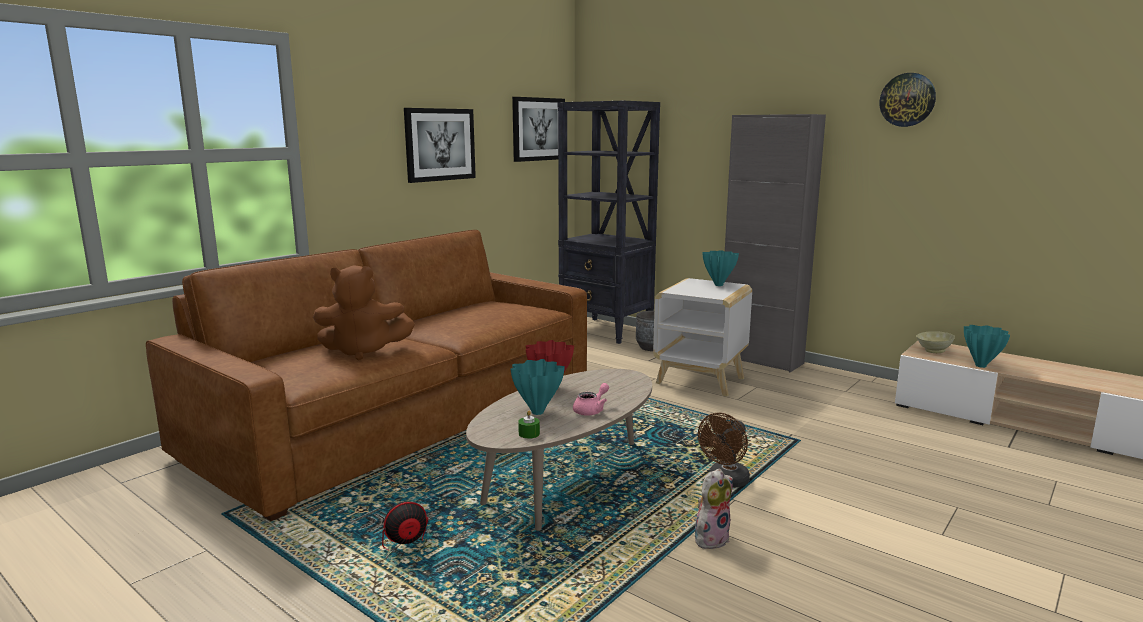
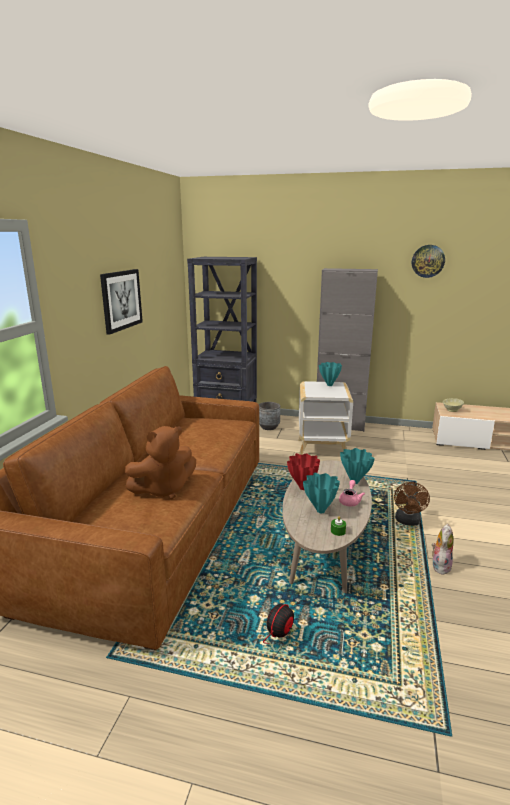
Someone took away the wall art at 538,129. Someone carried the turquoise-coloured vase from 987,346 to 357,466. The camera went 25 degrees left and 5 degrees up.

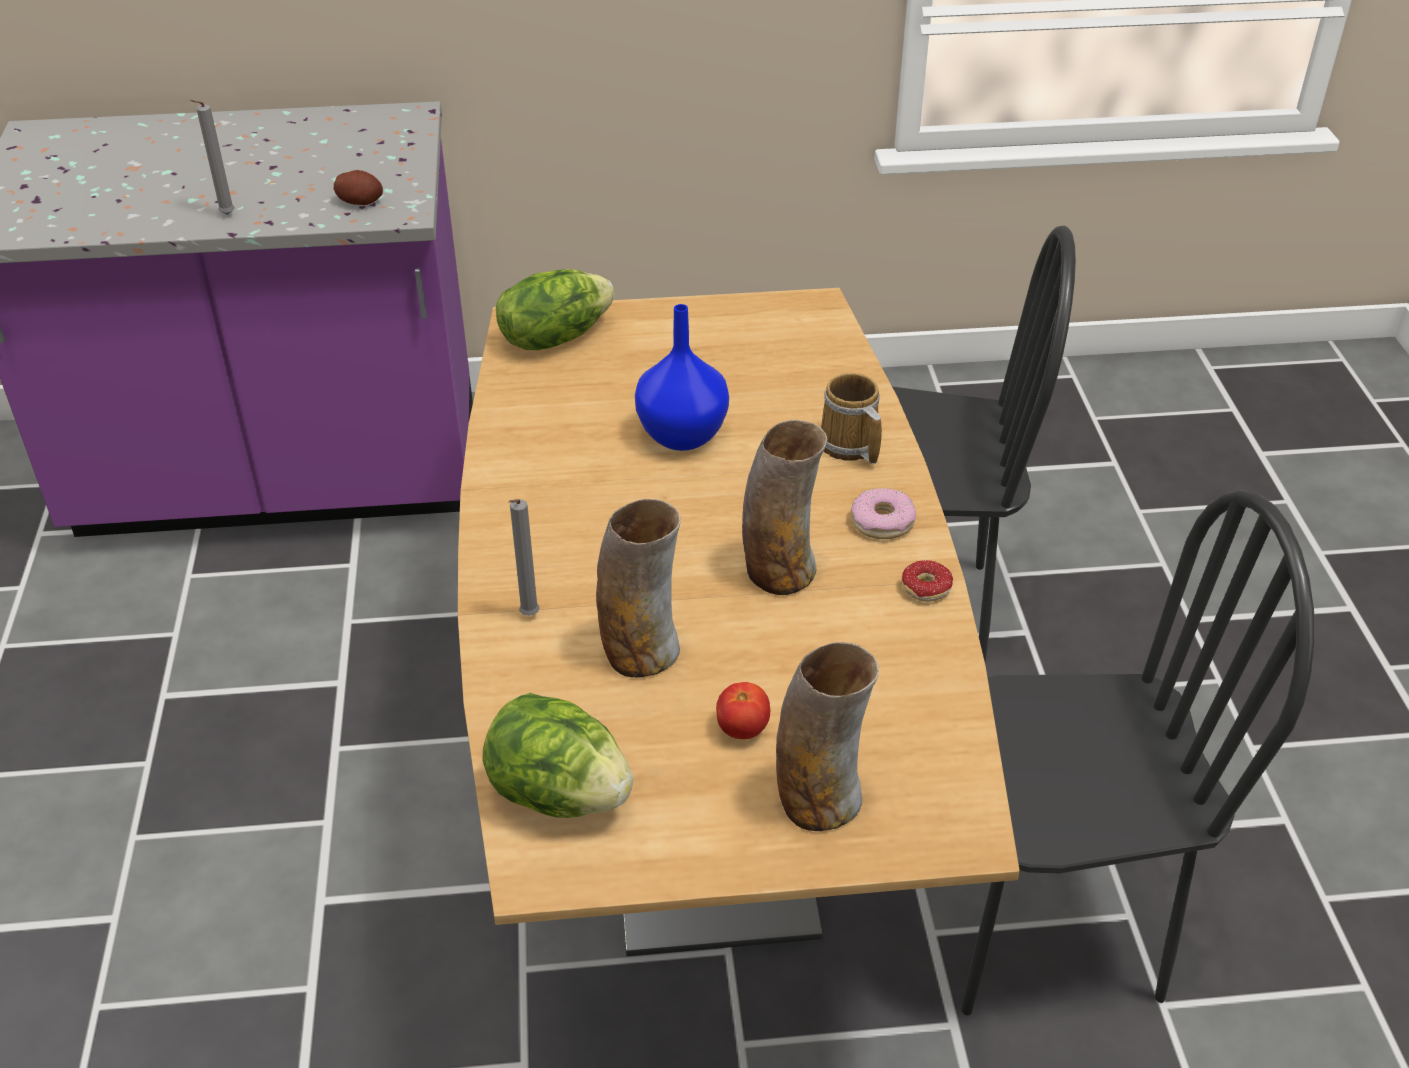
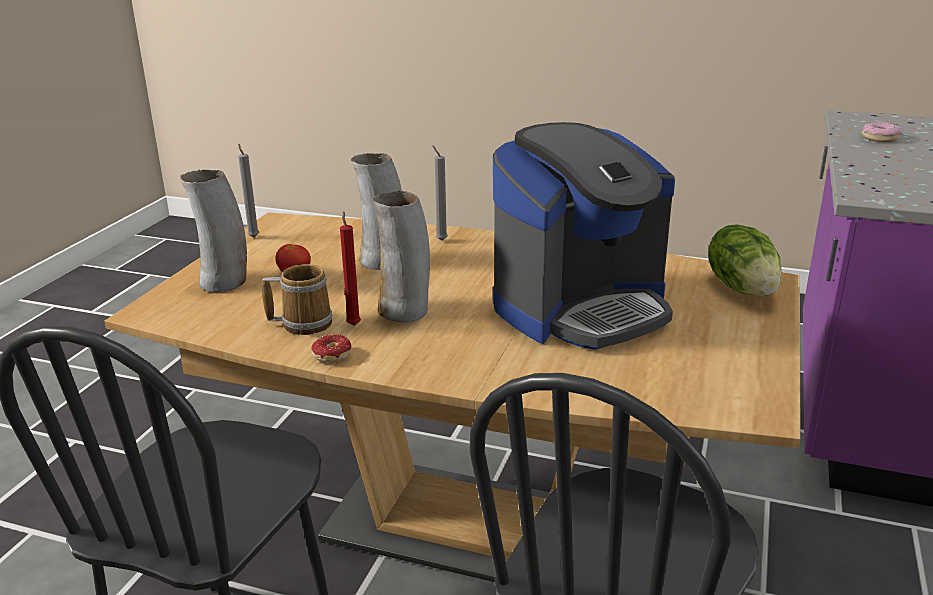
Someone took away the spud at 358,187. Someone took away the lettuce at 557,755. Someone put down the red wax candle at 350,268. Someone carried the greyish wax candle from 212,157 to 248,190. Someone carried the tea mug from 851,418 to 297,299. Someone carried the ring doughnut from 883,513 to 882,132. Someone swapped the blue vase at 682,377 for the coffee machine at 584,236. The camera went 115 degrees right and 15 degrees down.

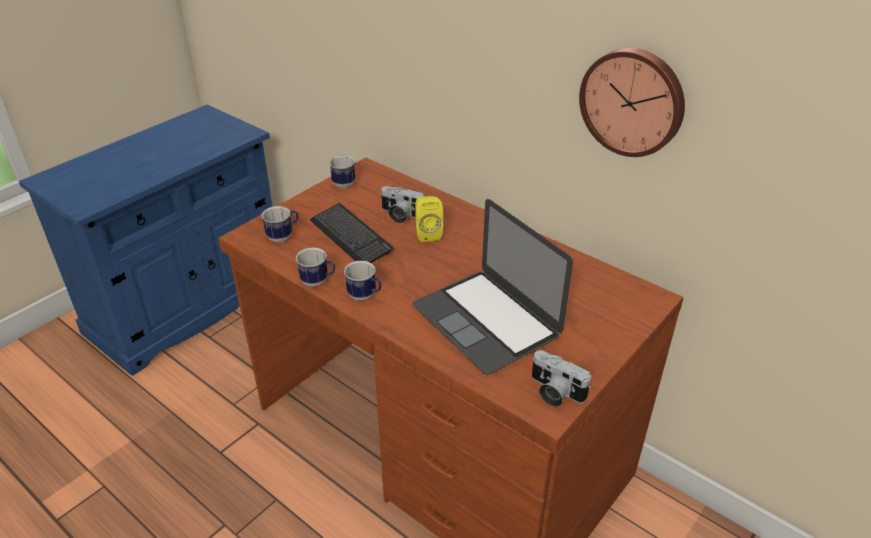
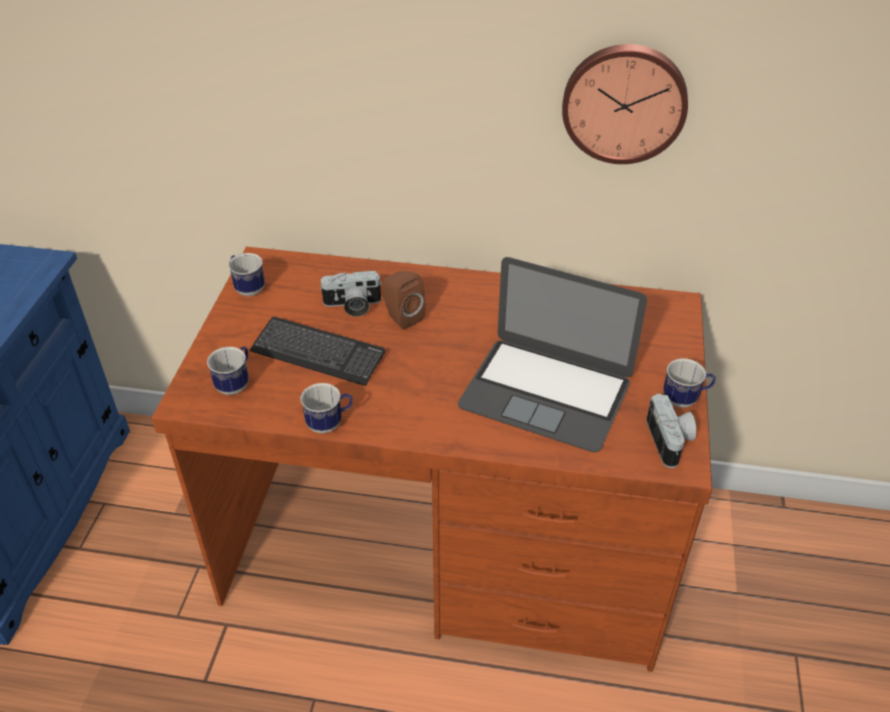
Someone carried the tea mug from 362,281 to 689,383. Someone repainted the yellow audio speaker at 429,219, which became the brown audio speaker at 404,300. Someone rotated the still camera at 561,378 by 105 degrees counterclockwise. The camera went 30 degrees left and 5 degrees up.

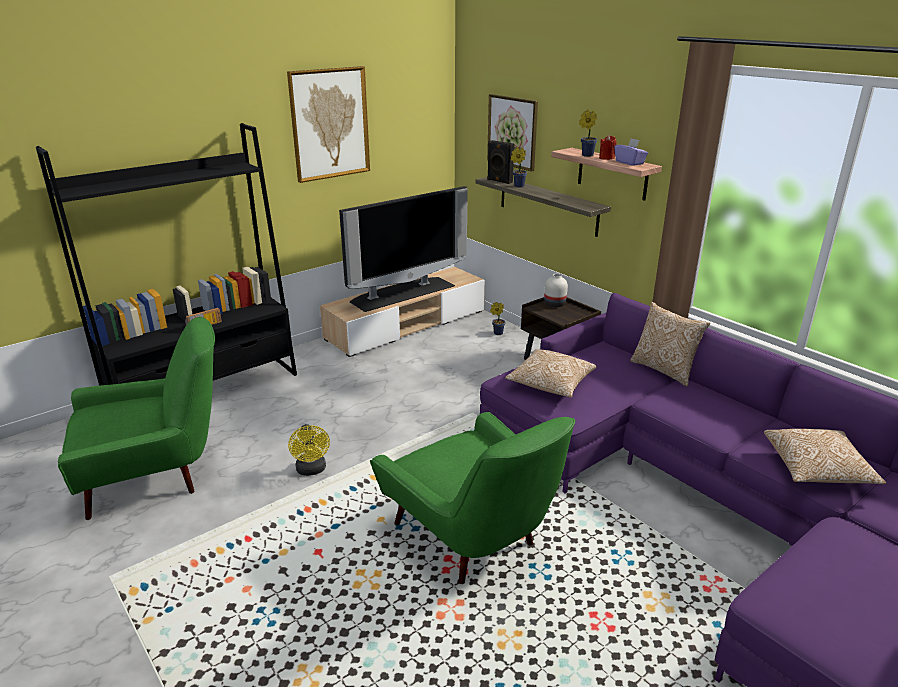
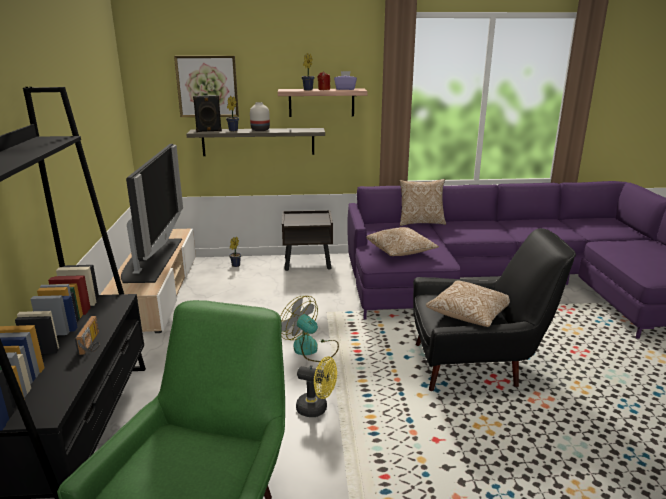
Someone took away the wall art at 328,124. Someone put down the fan at 309,329. Someone carried the whitish vase from 556,290 to 260,116. Someone carried the cushion from 825,456 to 468,304. Someone repainted the greenish armchair at 472,498, which became the black-coloured armchair at 494,309. The camera went 55 degrees left and 5 degrees down.

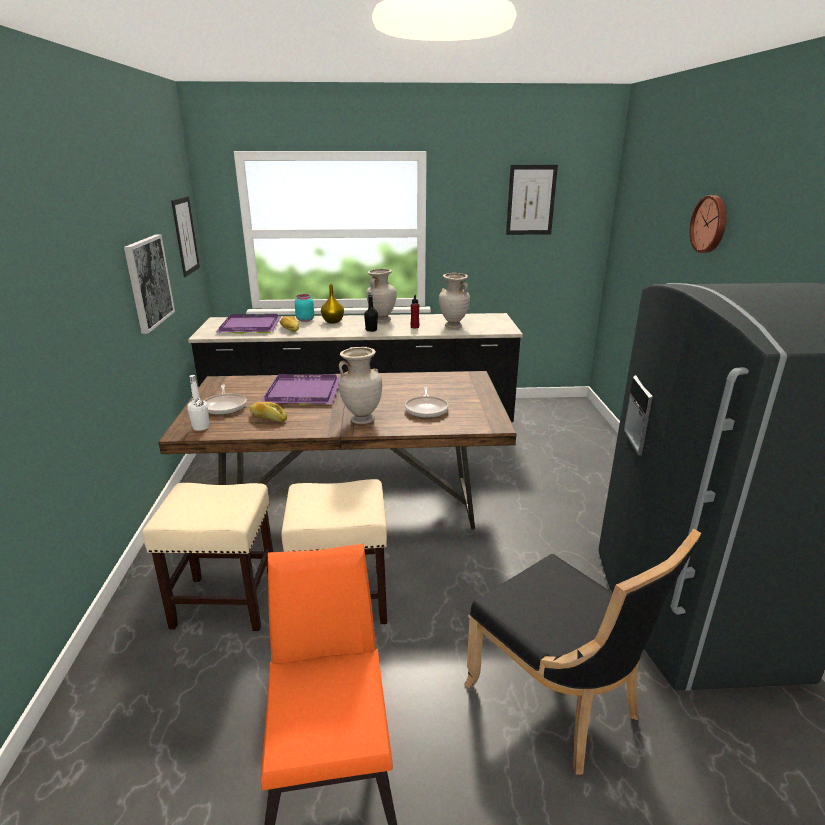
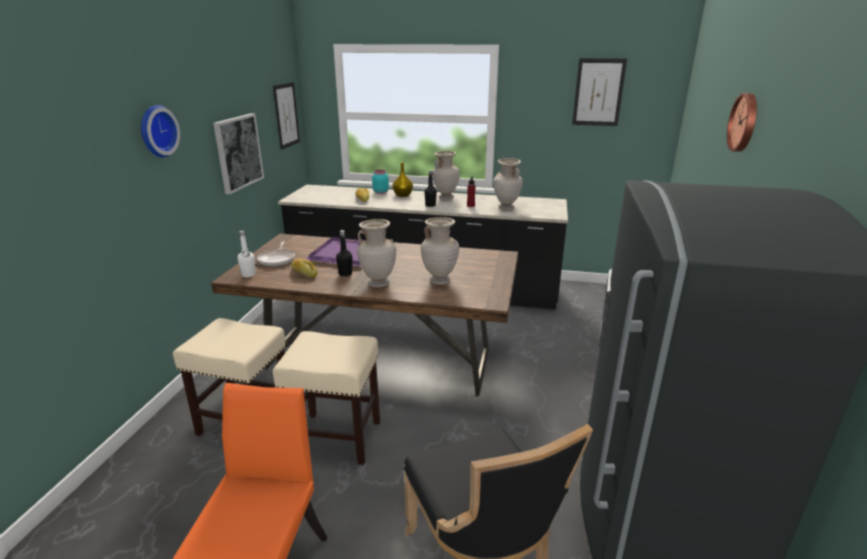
Someone took away the purple tray at 248,324. Someone put up the clock on the wall at 160,131. Someone put down the black-coloured bottle at 344,253. Someone swapped the skillet at 427,402 for the sand-coloured vase at 440,251. The camera went 15 degrees right and 0 degrees up.

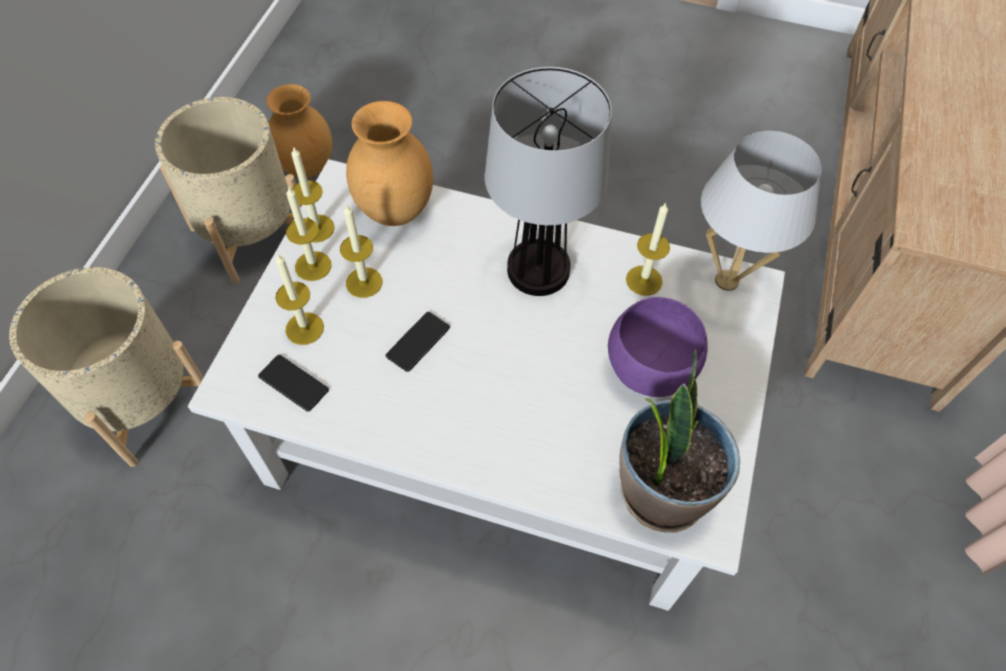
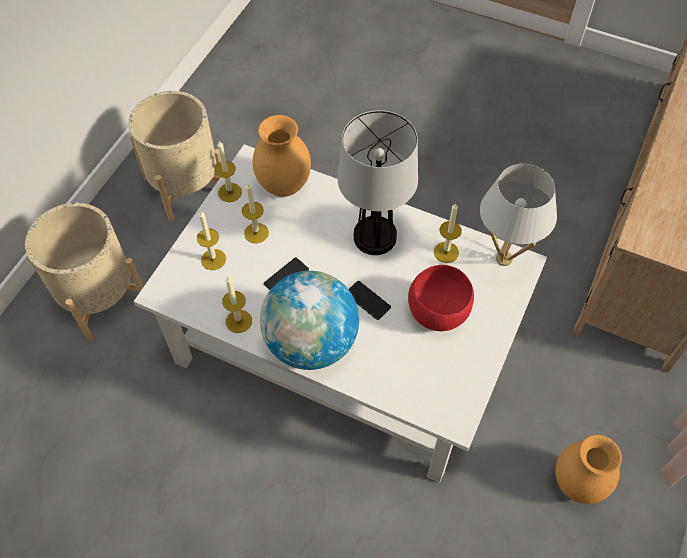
Someone took away the houseplant at 679,441. Someone put down the globe at 309,320. Someone carried the telephone from 293,383 to 369,300. Someone carried the brown vase from 299,131 to 588,469. Someone carried the wax candle from 309,233 to 237,305. Someone repainted the purple deep dish at 658,347, which became the red deep dish at 441,298. The camera went 10 degrees right and 0 degrees up.

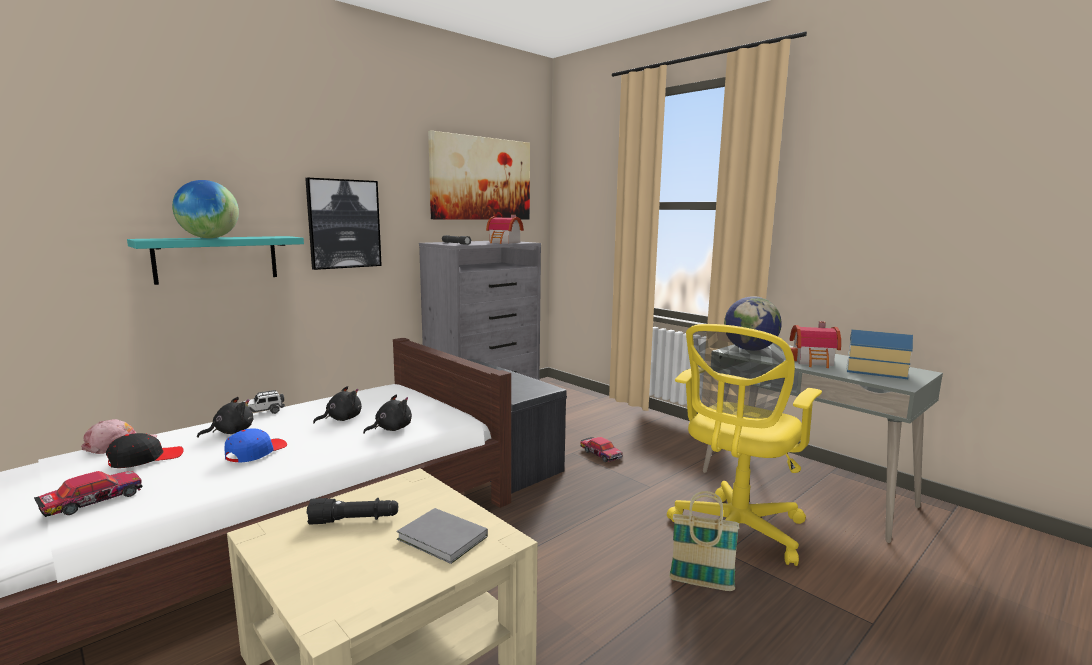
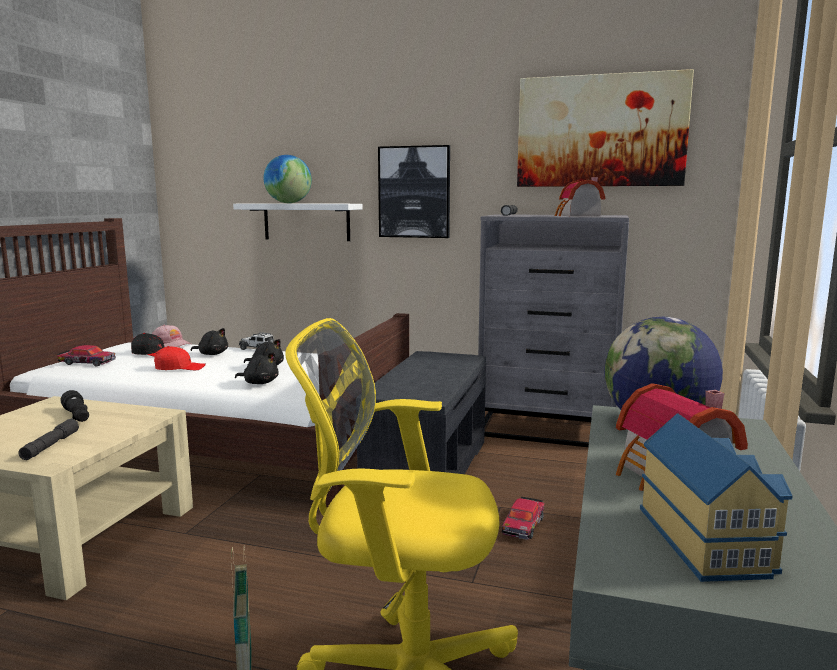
Someone swapped the greyish volume at 442,536 for the greyish torch at 48,439. Someone repainted the turquoise-coloured shelf at 215,260, which became the whitish shelf at 298,222. Someone repainted the blue baseball cap at 256,446, which became the red baseball cap at 180,358. The camera went 60 degrees right and 0 degrees up.

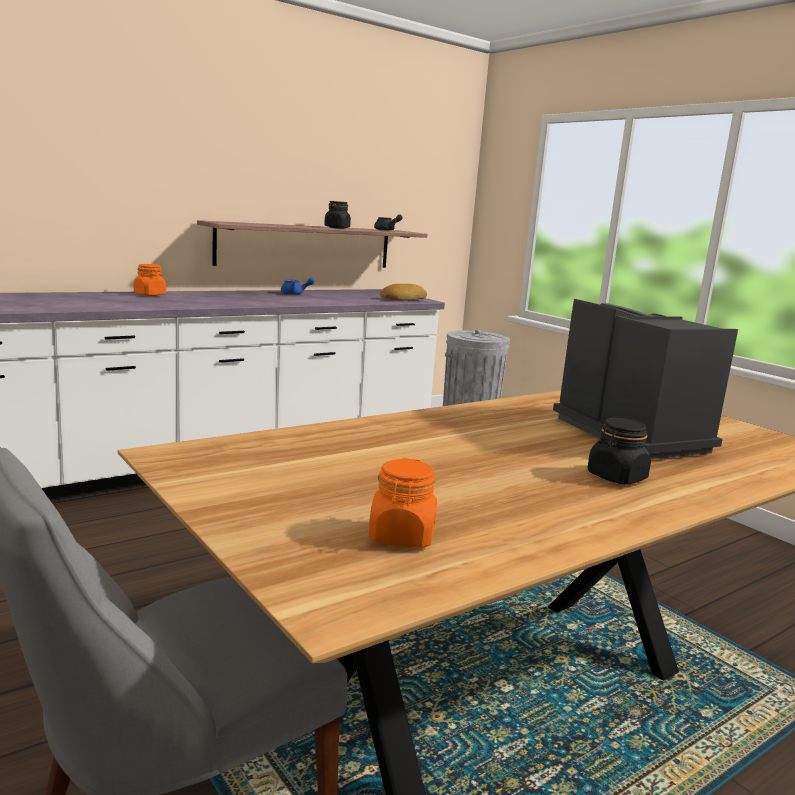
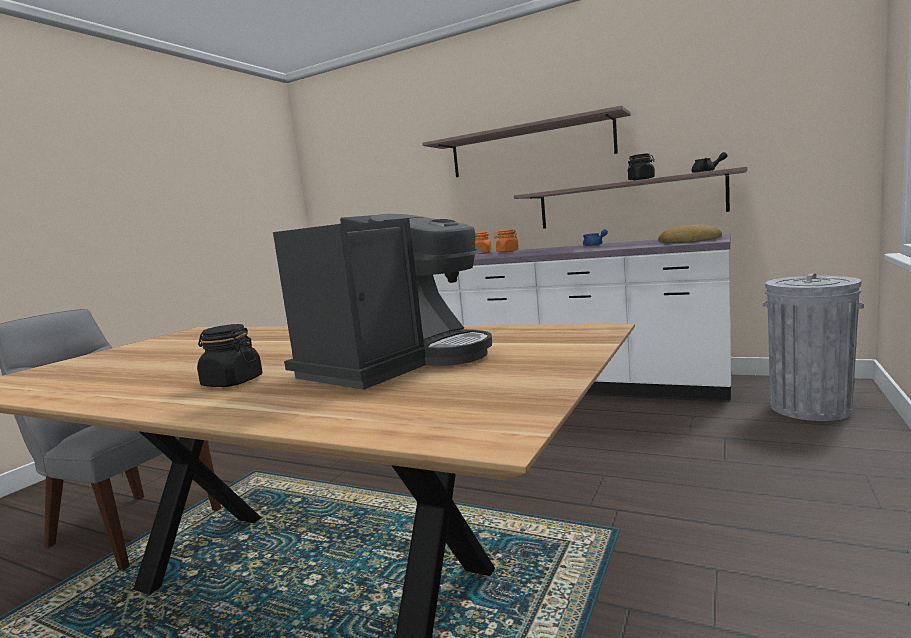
Someone put up the shelf at 526,141. Someone carried the orange-coloured preserve jar from 403,503 to 506,241. The camera went 65 degrees right and 5 degrees down.

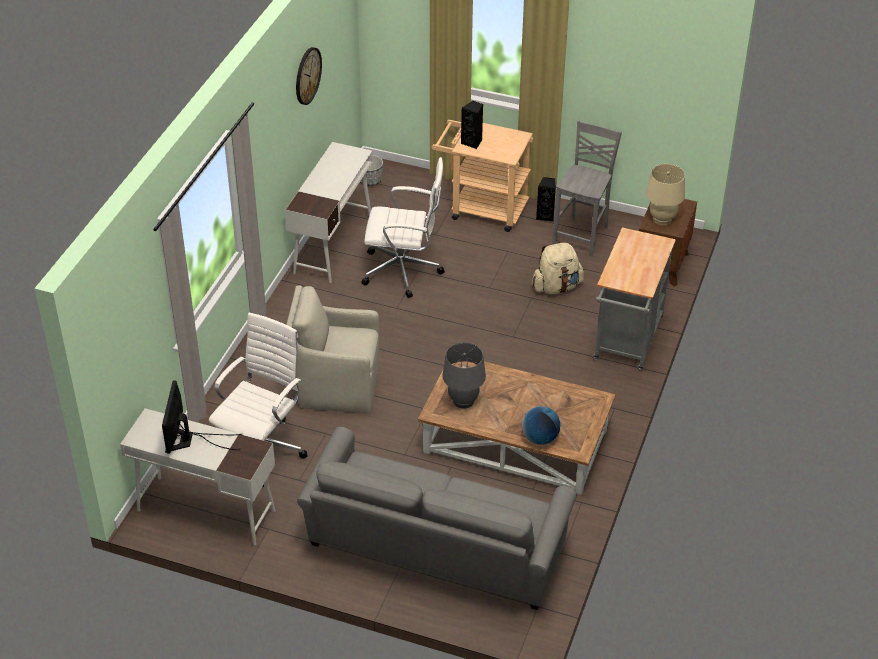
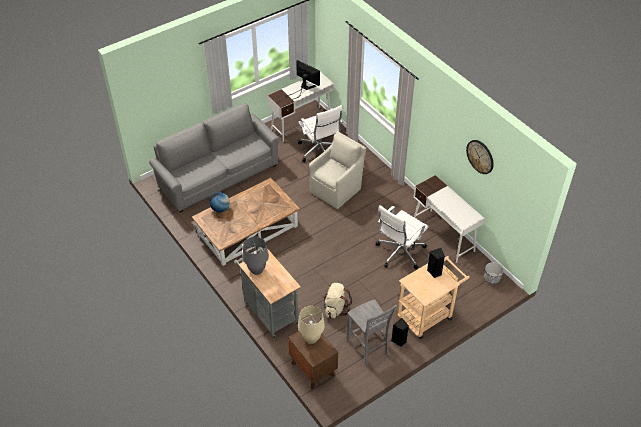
Someone carried the greyish tabletop lamp from 464,375 to 256,256. The camera went 125 degrees right and 5 degrees up.

